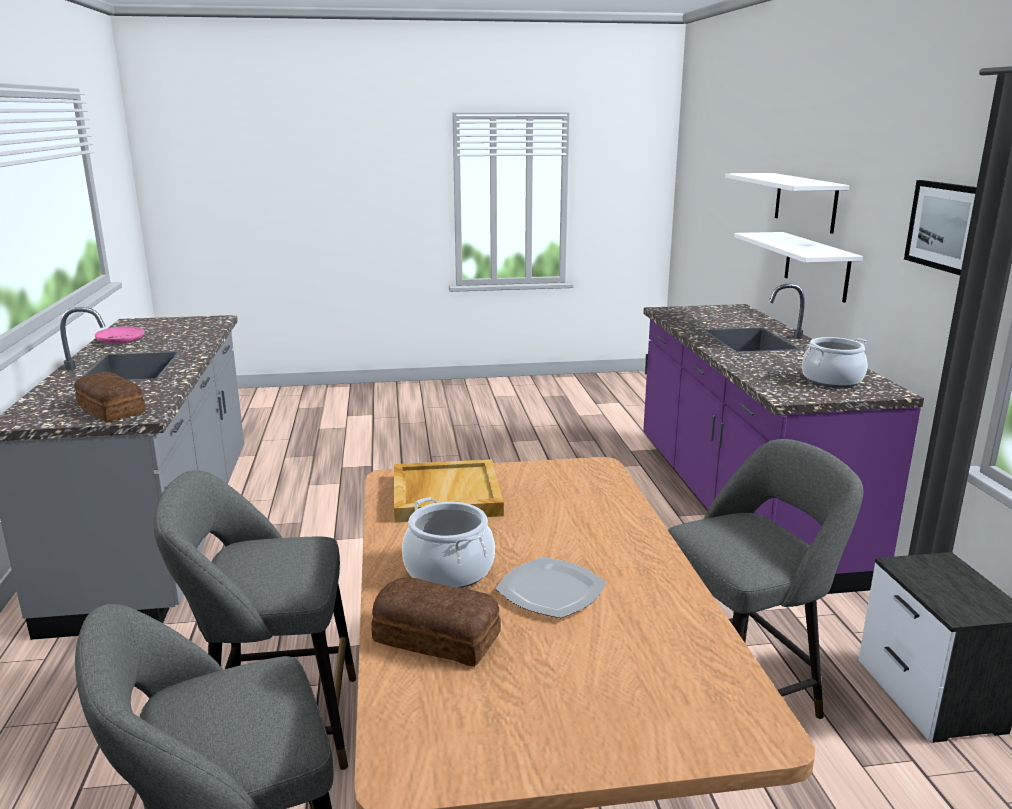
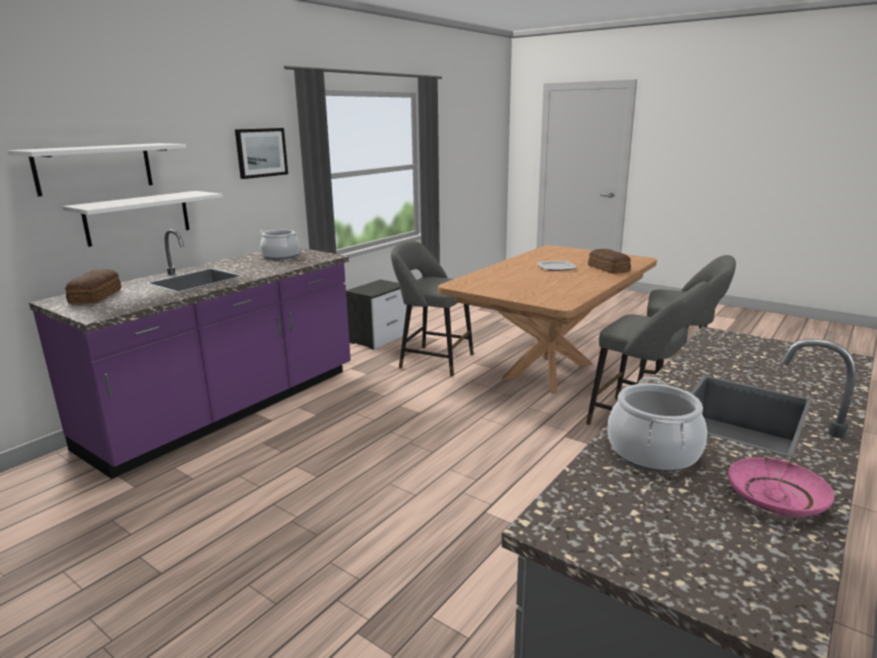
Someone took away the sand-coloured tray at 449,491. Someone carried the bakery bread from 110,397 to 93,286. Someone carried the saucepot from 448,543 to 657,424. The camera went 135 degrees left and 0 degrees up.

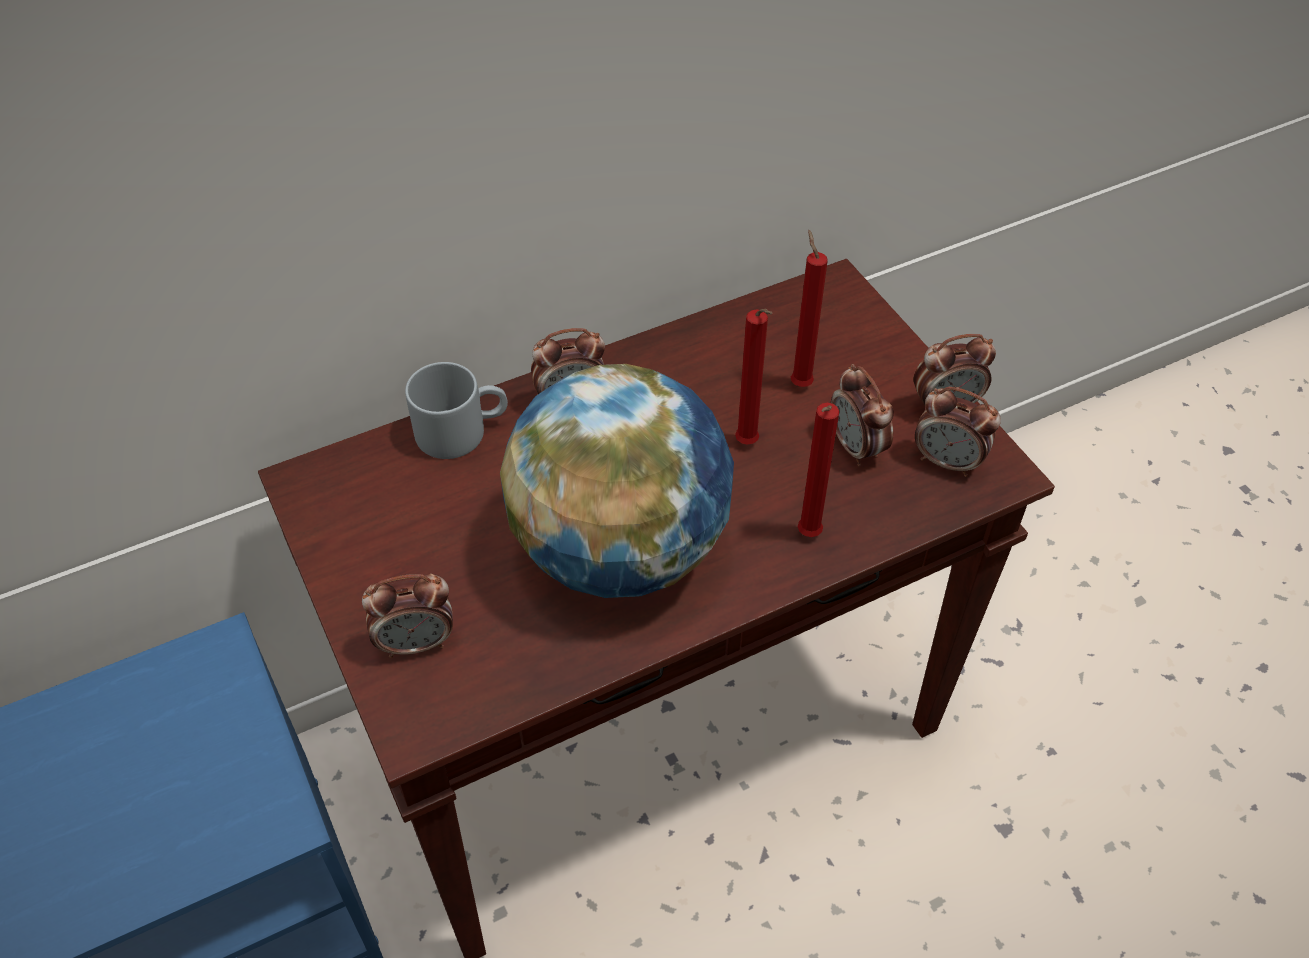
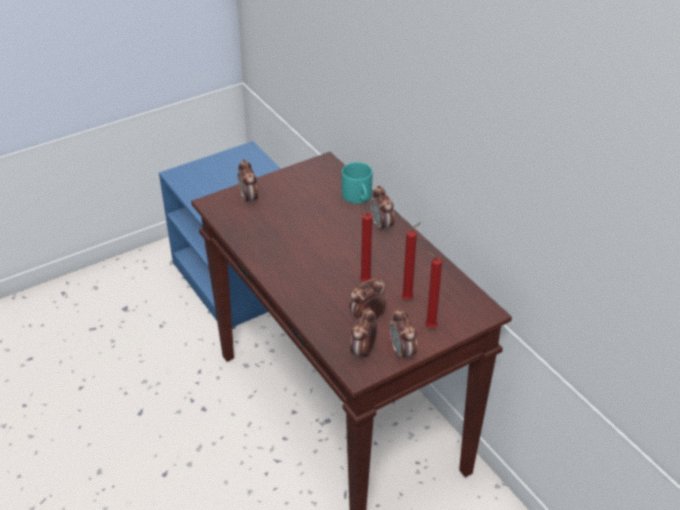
Someone took away the globe at 617,481. Someone carried the red wax candle from 818,470 to 433,289. Someone repainted the greyish tea mug at 456,410, which became the turquoise-coloured tea mug at 357,183. The camera went 85 degrees right and 10 degrees down.

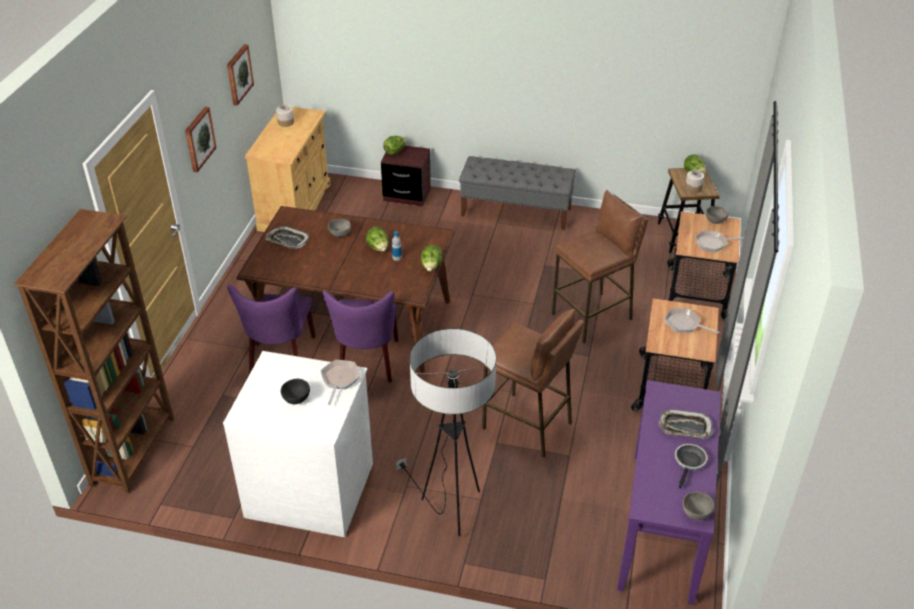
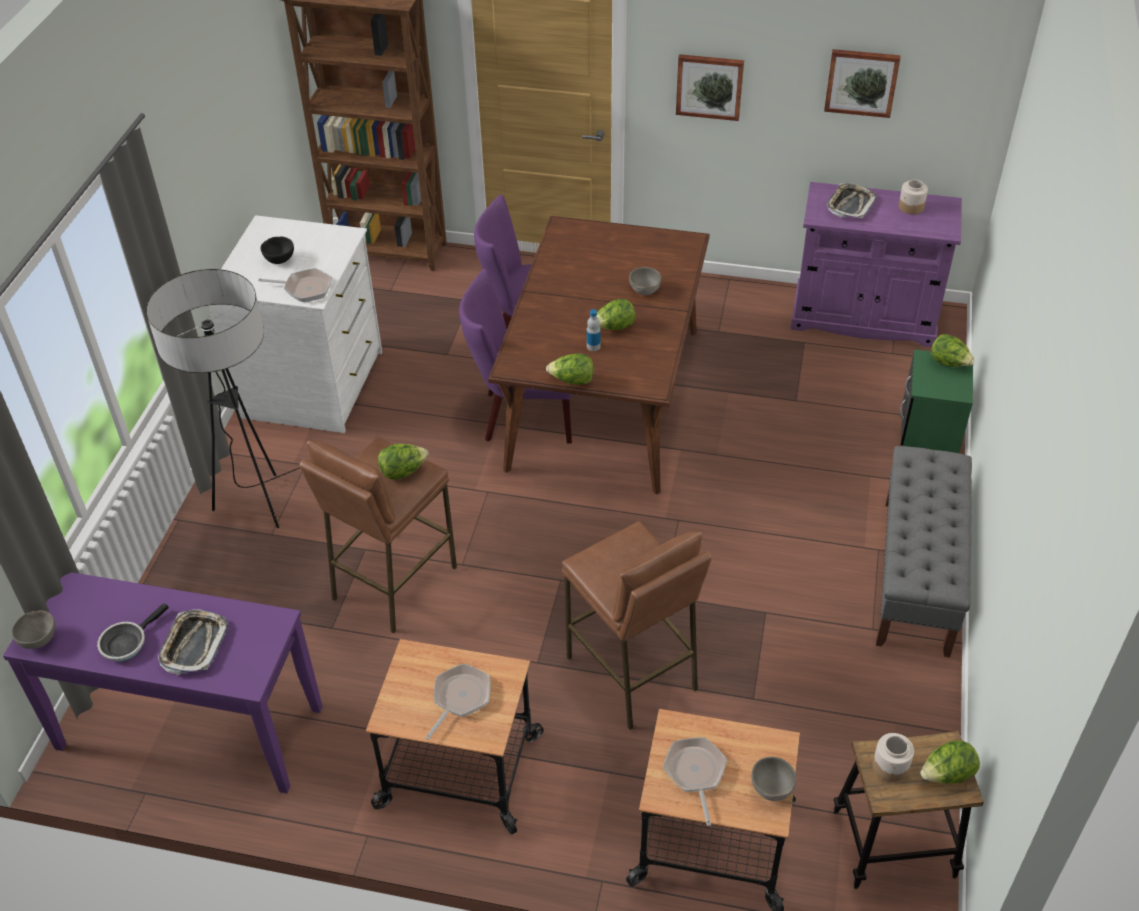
Someone put down the lettuce at 403,462. Someone carried the tray from 288,237 to 852,200. Someone repainted the sand-coloured cupboard at 287,169, which became the purple cupboard at 876,264. Someone repainted the brown bedside table at 406,176, which became the greenish bedside table at 936,401. Someone rotated the skillet at 691,466 by 105 degrees clockwise. The camera went 90 degrees right and 5 degrees up.

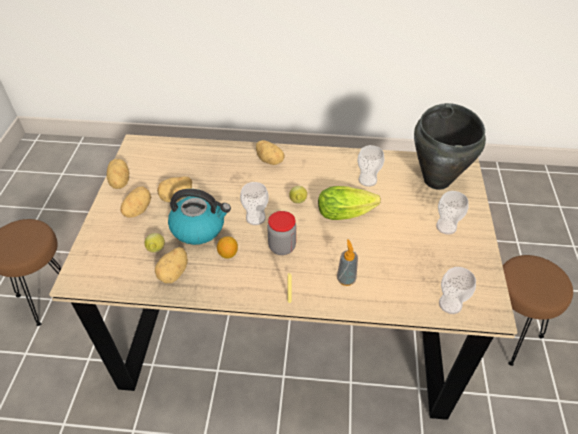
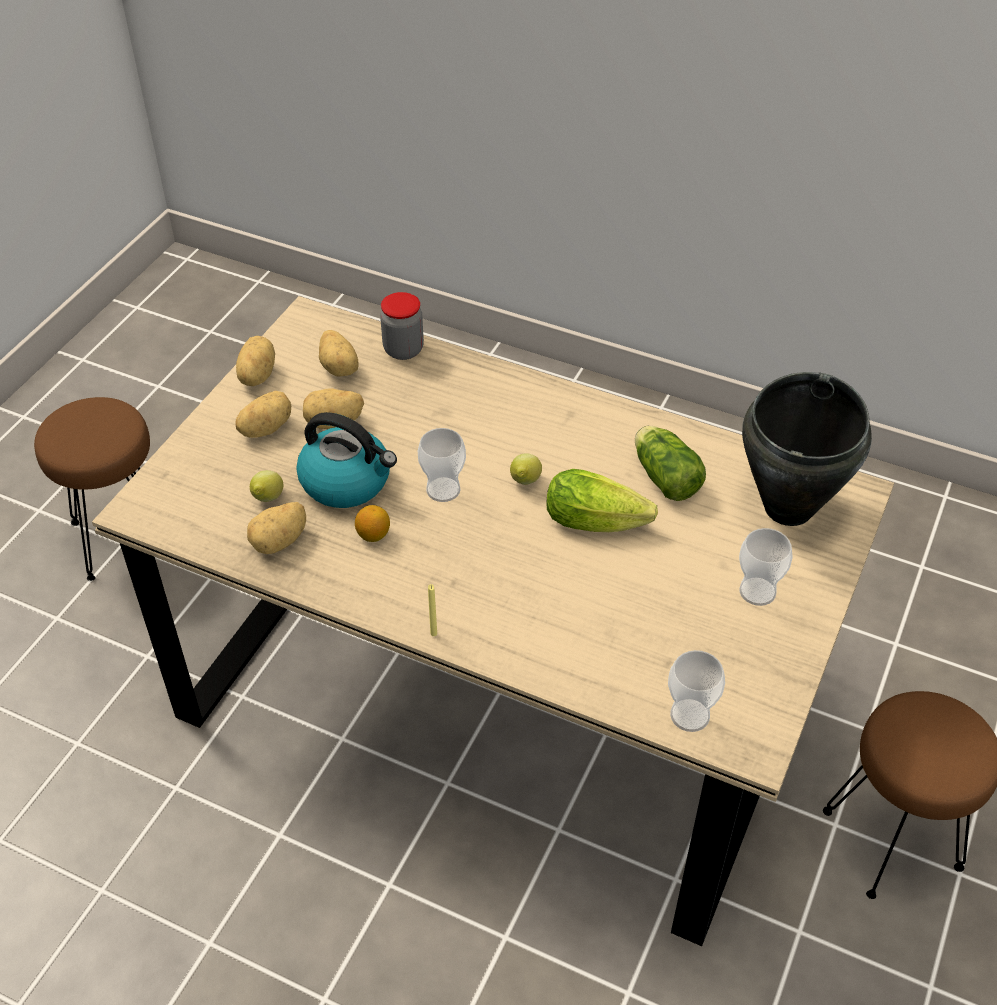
Someone took away the soap dispenser at 347,262. Someone carried the spud from 270,152 to 339,353. Someone carried the preserve jar from 281,233 to 402,326. Someone swapped the small cup at 371,166 for the lettuce at 670,463. The camera went 20 degrees right and 0 degrees up.

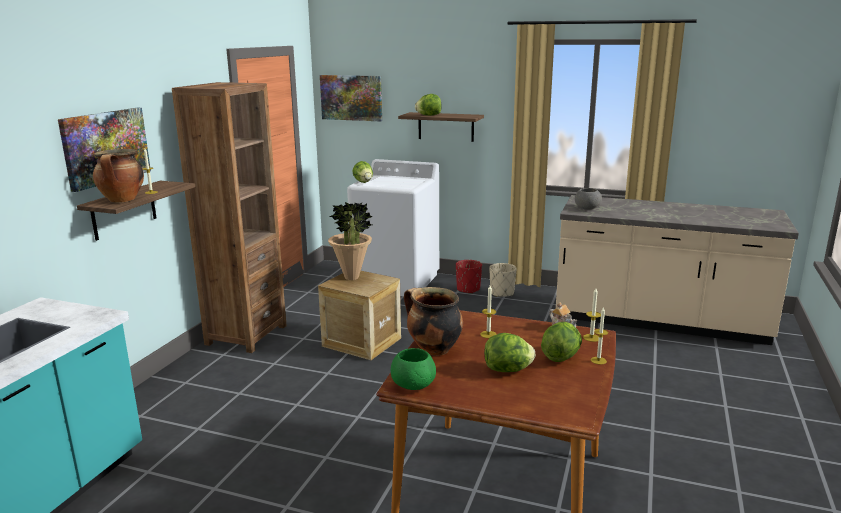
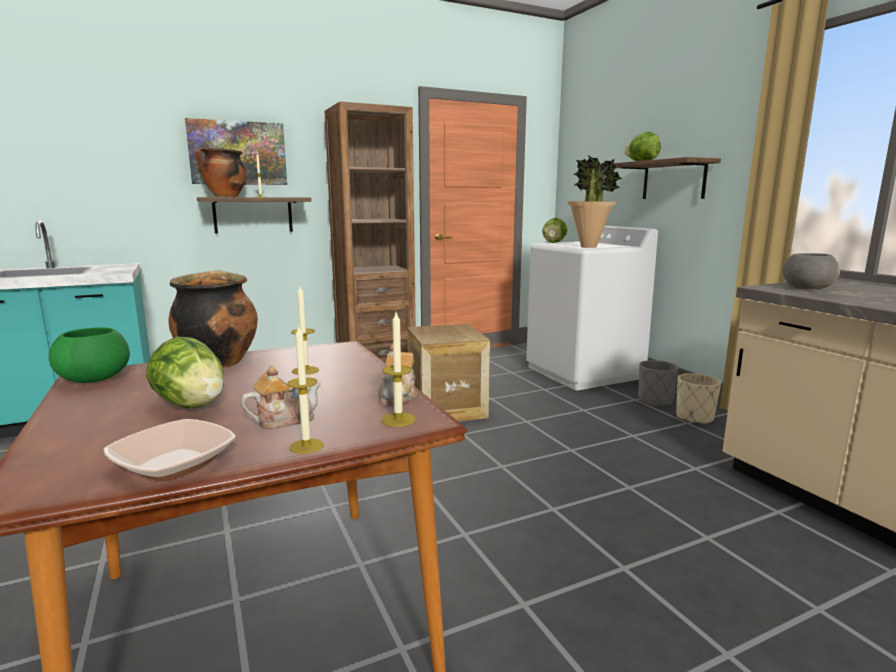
Someone took away the wall art at 351,98. Someone put down the deep dish at 170,450. Someone carried the houseplant from 350,241 to 595,201. Someone swapped the lettuce at 561,342 for the teapot at 281,397. Someone repainted the red planter at 469,277, which became the greyish planter at 658,383. The camera went 45 degrees right and 5 degrees down.

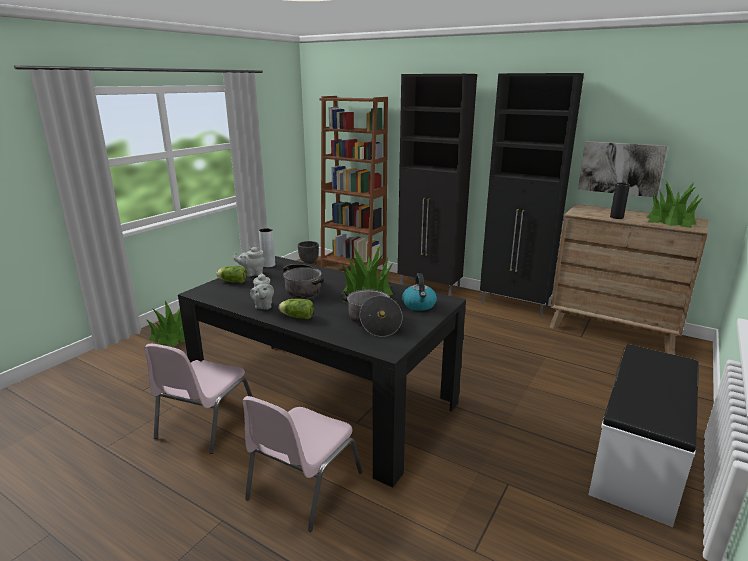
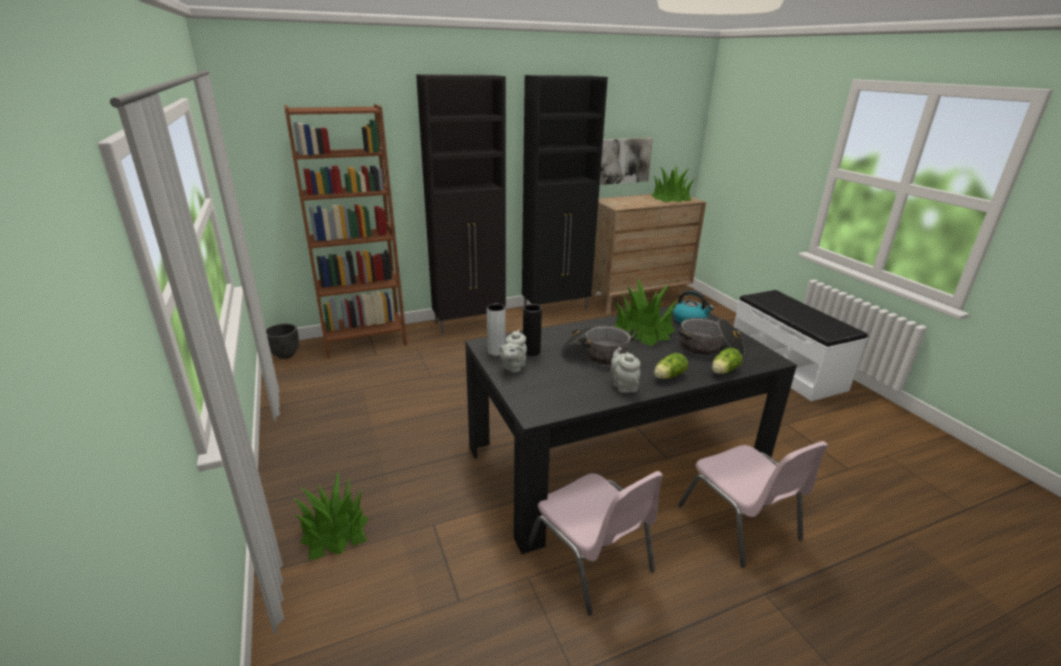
Someone carried the lettuce from 231,274 to 727,361. Someone carried the black-coloured vase from 620,201 to 532,330. Someone rotated the greyish teapot at 262,291 by 135 degrees counterclockwise. The camera went 55 degrees left and 5 degrees up.

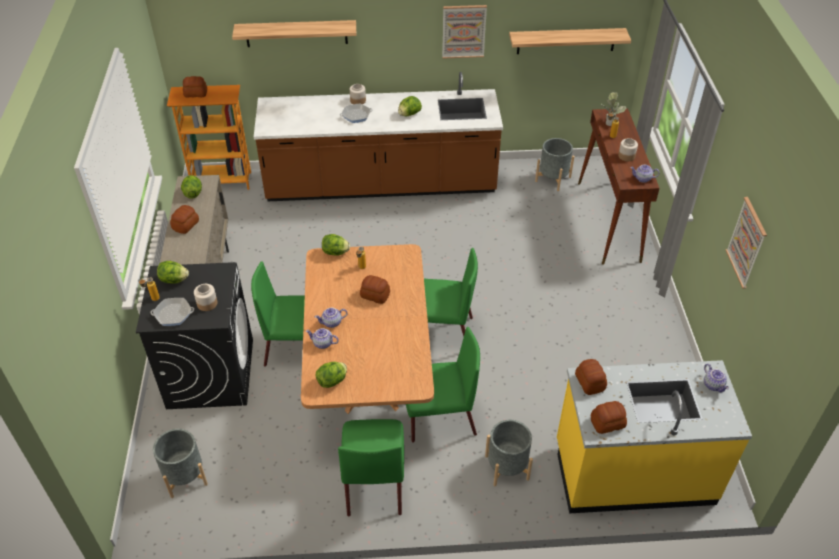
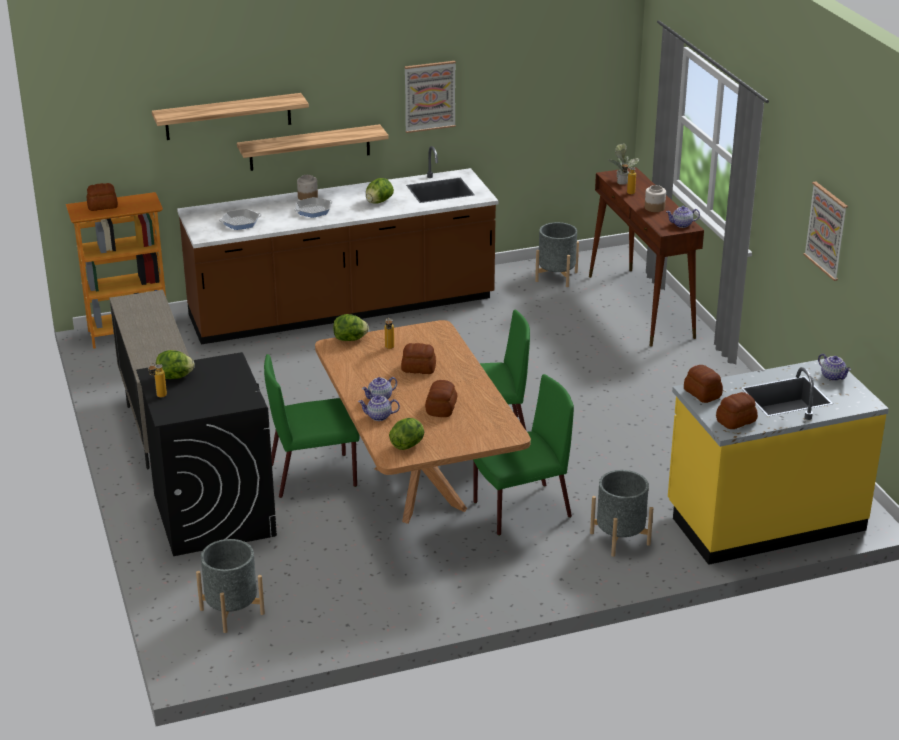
Someone took away the lettuce at 191,186. Someone took away the preserve jar at 206,297. Someone took away the greenish plain chair at 371,468. Someone carried the skillet from 172,312 to 240,219. Someone carried the bakery bread from 184,219 to 441,398. Someone carried the shelf from 570,41 to 313,147. The camera went 15 degrees left and 15 degrees down.

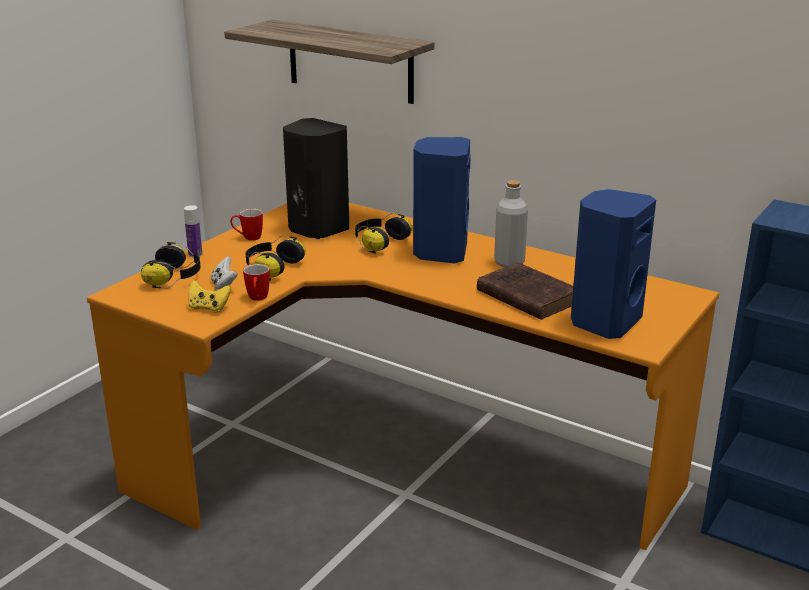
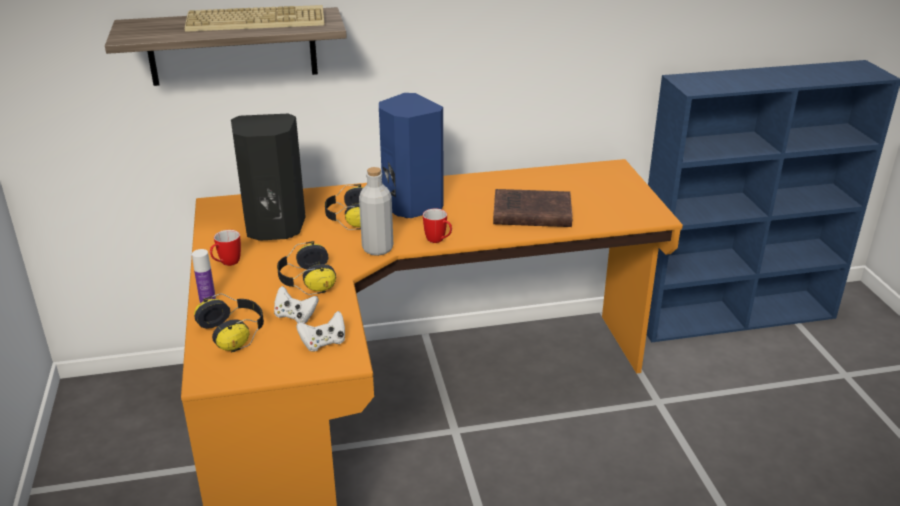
Someone took away the blue audio speaker at 613,264. Someone put down the keyboard at 254,18. Someone carried the tea mug from 256,282 to 437,226. Someone carried the greyish bottle from 511,223 to 376,211. Someone repainted the yellow gamepad at 209,297, which became the whitish gamepad at 320,331. The camera went 45 degrees left and 5 degrees up.

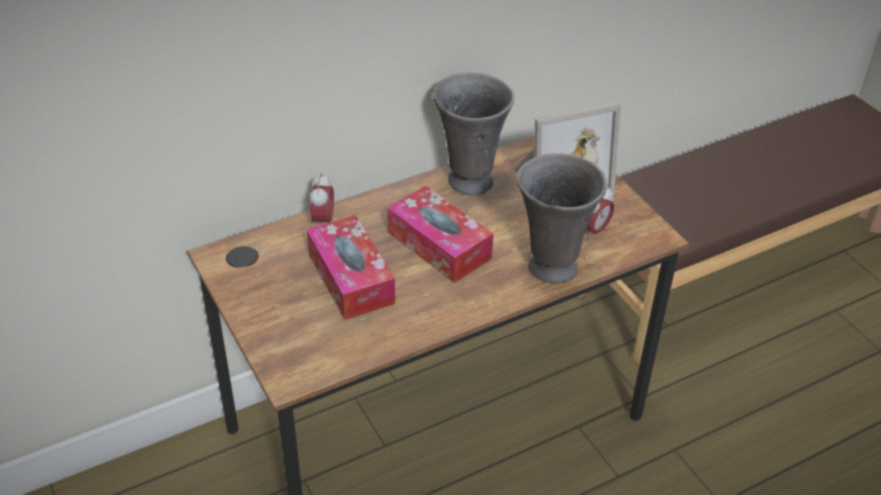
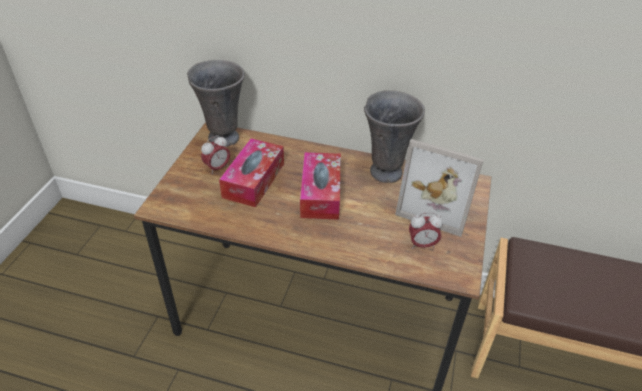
Someone carried the bedside clock from 322,198 to 215,154. Someone carried the greyish vase from 561,218 to 216,103. The camera went 45 degrees right and 0 degrees up.

